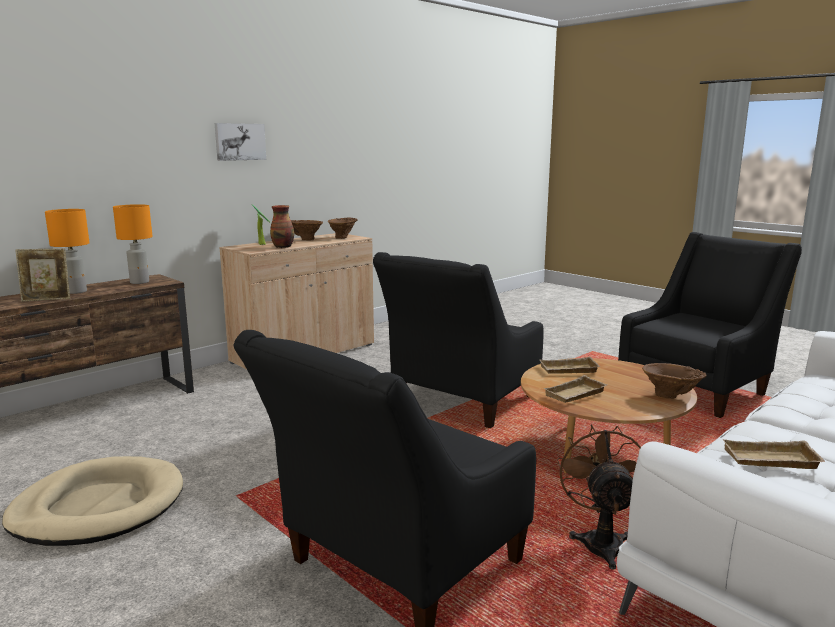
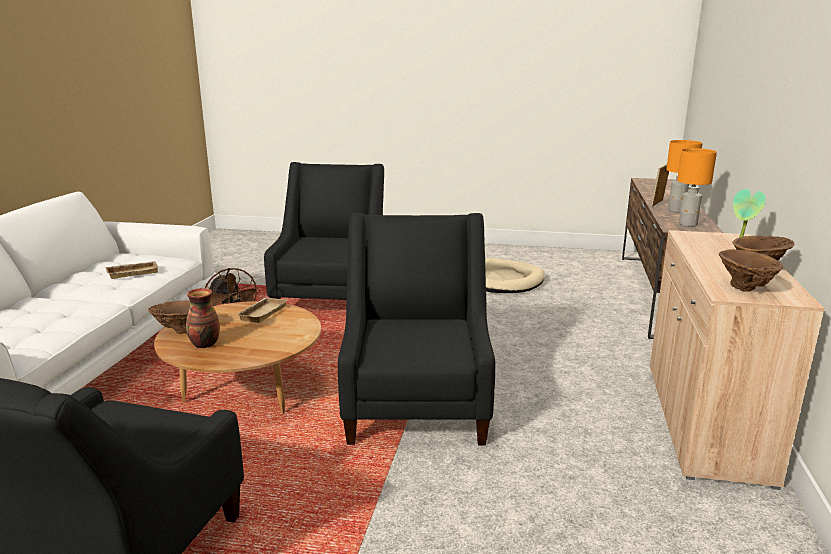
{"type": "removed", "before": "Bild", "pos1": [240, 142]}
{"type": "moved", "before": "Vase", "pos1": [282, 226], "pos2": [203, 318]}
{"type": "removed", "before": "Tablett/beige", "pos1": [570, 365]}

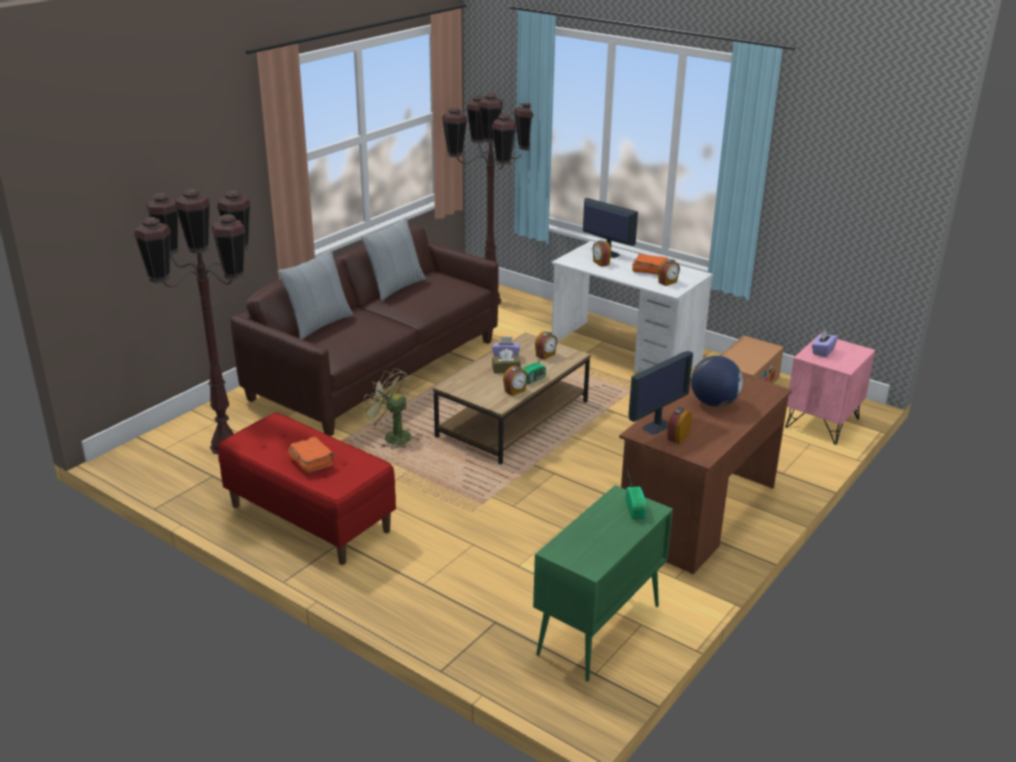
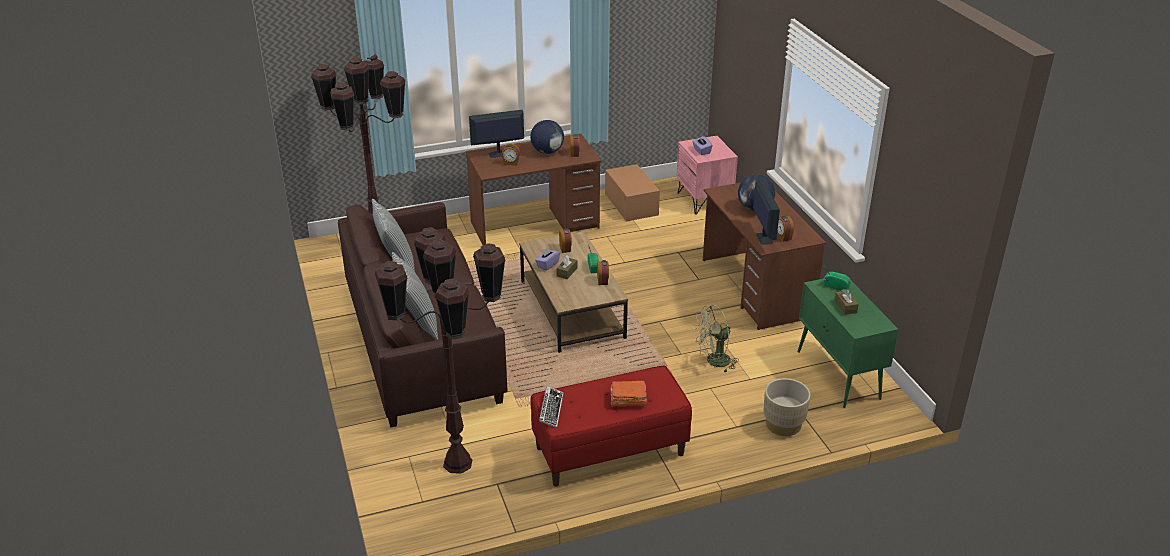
{"type": "moved", "before": "Ventilator/grün", "pos1": [387, 409], "pos2": [716, 338]}
{"type": "recoloured", "before": "Schreibtisch/weiß", "after": "Schreibtisch/braun", "pos1": [632, 306], "pos2": [534, 189]}
{"type": "replaced", "before": "Buch/orange", "after": "Globus", "pos1": [650, 264], "pos2": [547, 137]}
{"type": "added", "after": "Tastatur", "pos2": [551, 407]}
{"type": "added", "after": "Pflanzkübel/beige", "pos2": [787, 407]}
{"type": "added", "after": "Taschentuchbox/braun", "pos2": [847, 302]}

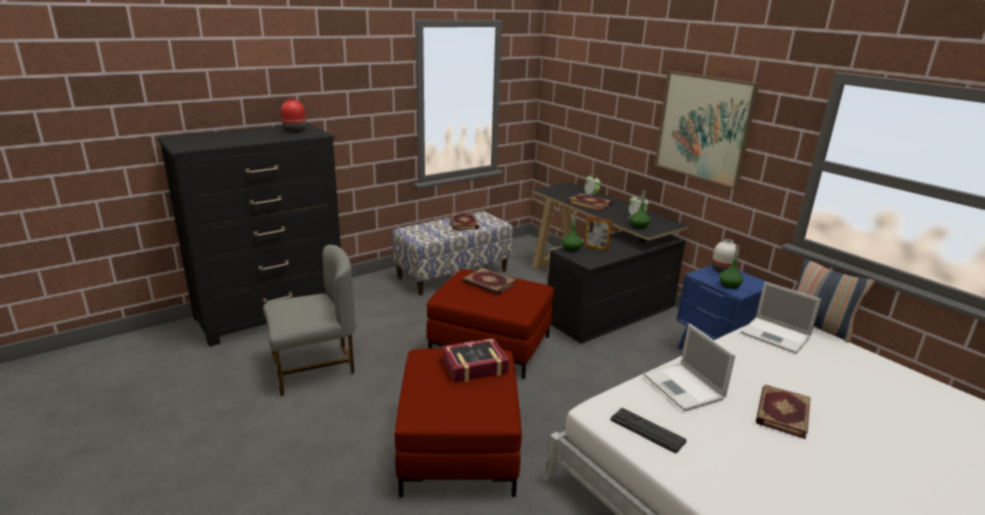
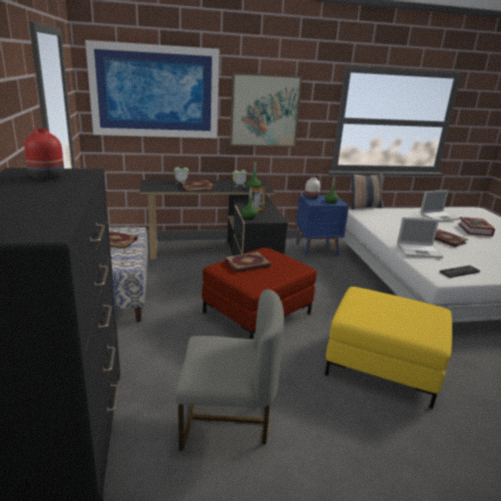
{"type": "turned", "before": "Stuhl/grau", "pos1": [309, 320], "pos2": [229, 370], "turn": 90}
{"type": "recoloured", "before": "Polsterhocker/rot", "after": "Polsterhocker/gelb", "pos1": [458, 422], "pos2": [388, 348]}
{"type": "moved", "before": "Buch", "pos1": [475, 360], "pos2": [476, 226]}
{"type": "moved", "before": "Laptop", "pos1": [780, 318], "pos2": [440, 206]}
{"type": "added", "after": "Bild", "pos2": [152, 89]}

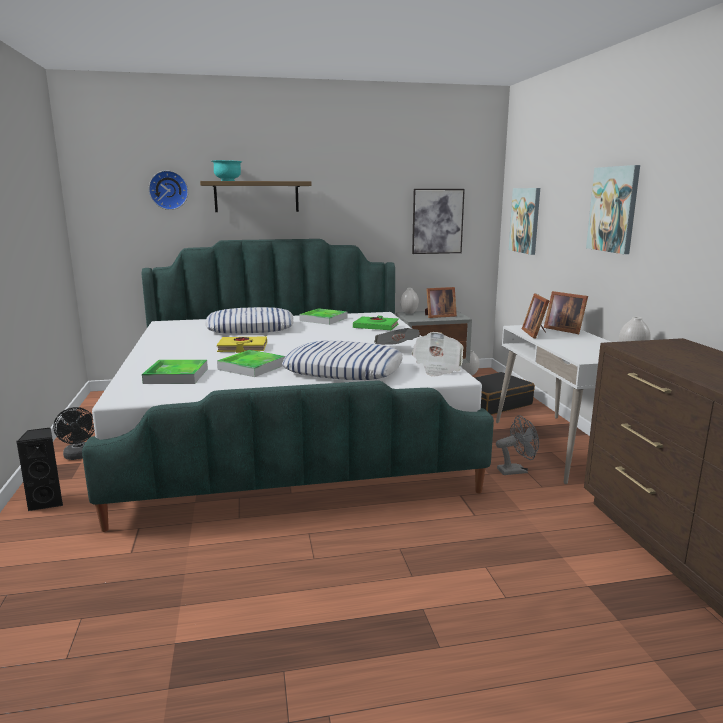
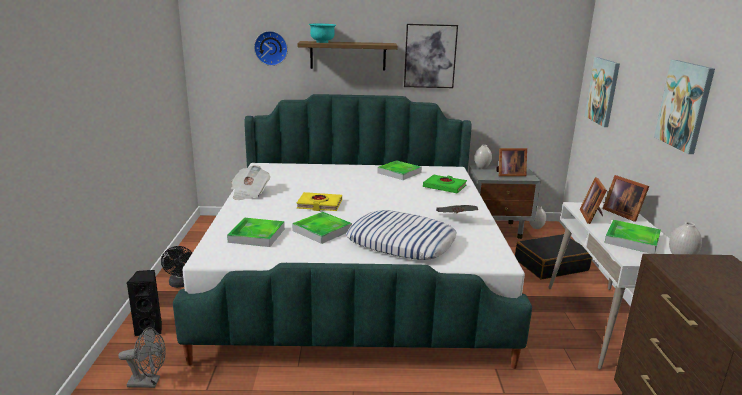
{"type": "removed", "before": "Kissen", "pos1": [249, 320]}
{"type": "moved", "before": "Bild", "pos1": [438, 221], "pos2": [431, 56]}
{"type": "moved", "before": "Zeitung", "pos1": [438, 354], "pos2": [250, 182]}
{"type": "moved", "before": "Ventilator/grau", "pos1": [517, 445], "pos2": [142, 357]}
{"type": "added", "after": "Tablett", "pos2": [632, 237]}

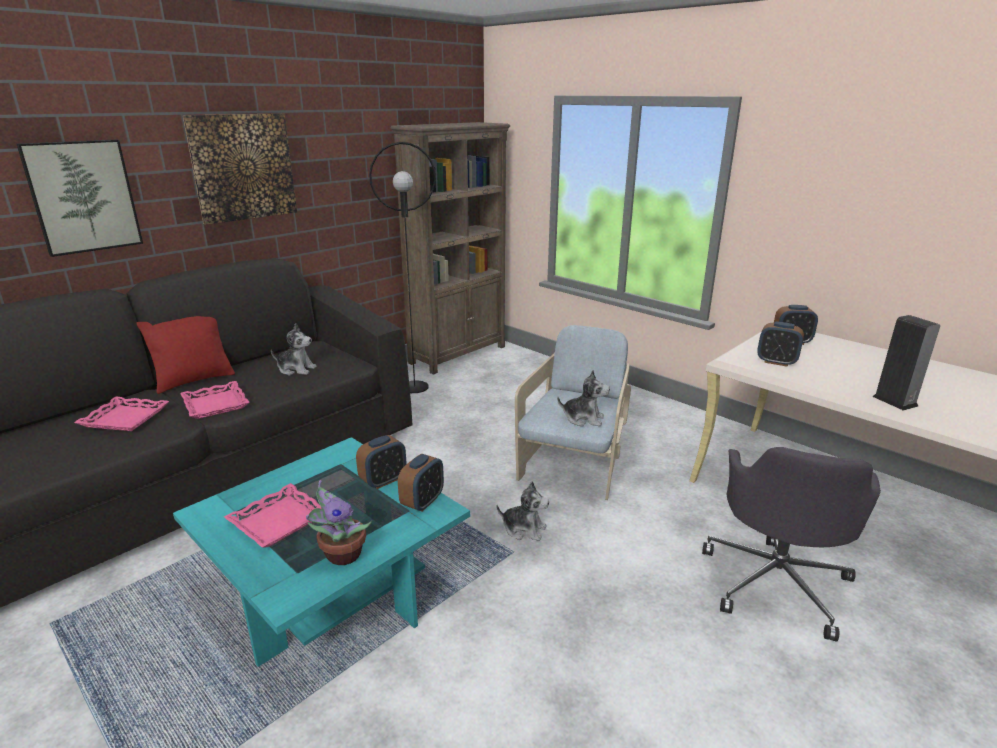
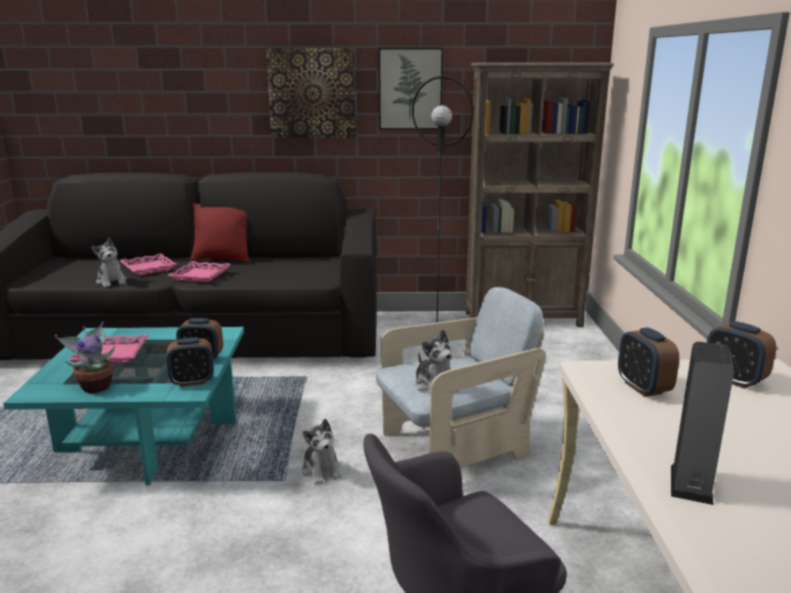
{"type": "moved", "before": "Bild", "pos1": [80, 198], "pos2": [411, 89]}
{"type": "moved", "before": "Plüschtier", "pos1": [294, 349], "pos2": [109, 262]}

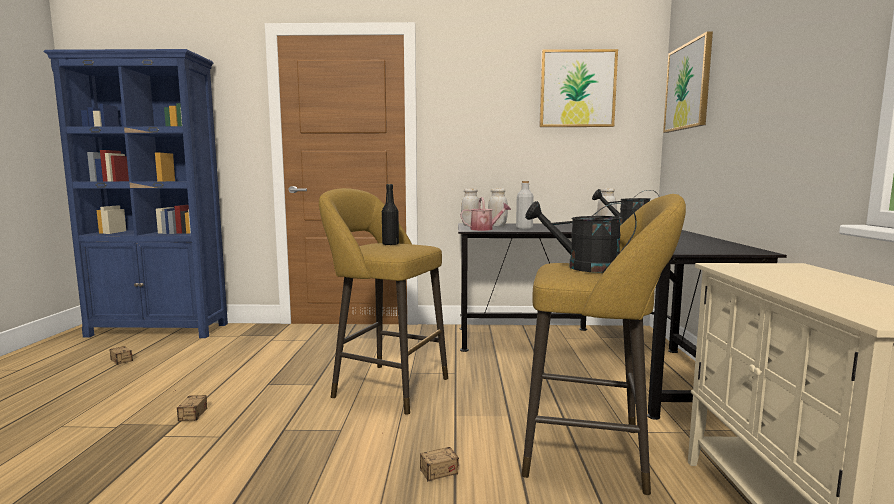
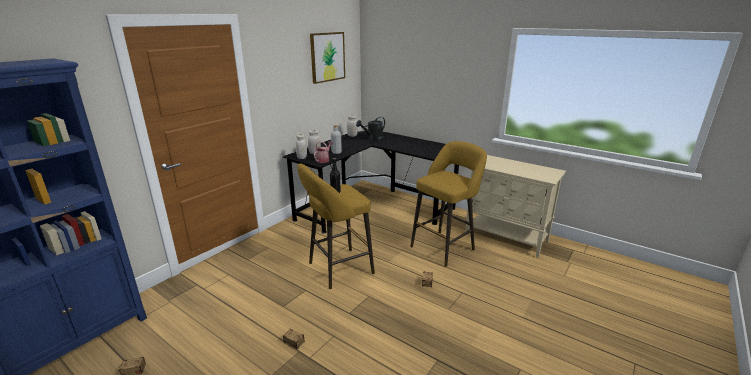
{"type": "removed", "before": "Gießkanne/schwarz", "pos1": [581, 237]}
{"type": "removed", "before": "Bild", "pos1": [688, 82]}

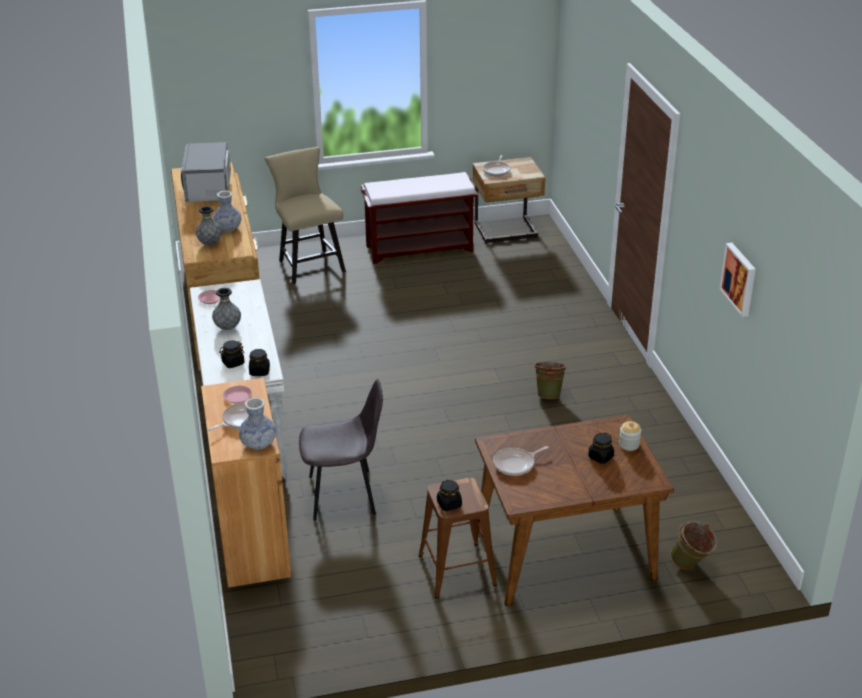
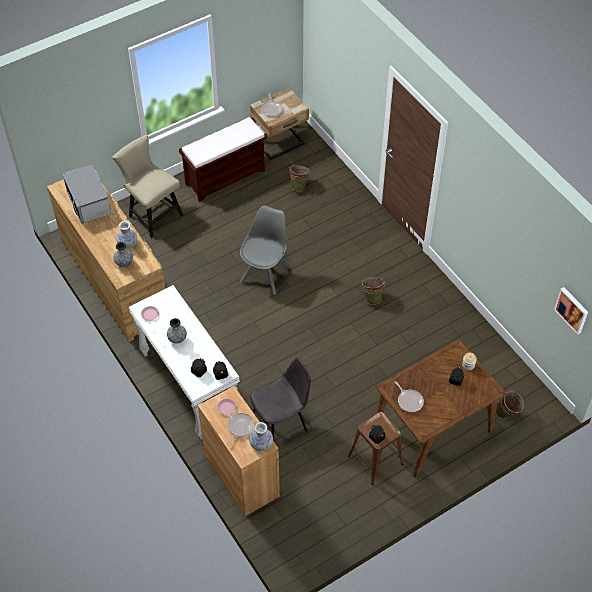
{"type": "turned", "before": "Pfanne", "pos1": [521, 461], "pos2": [409, 396], "turn": -75}
{"type": "moved", "before": "Bild", "pos1": [737, 280], "pos2": [571, 311]}
{"type": "added", "after": "Stuhl/grau", "pos2": [265, 250]}
{"type": "added", "after": "Eimer/grün", "pos2": [300, 178]}

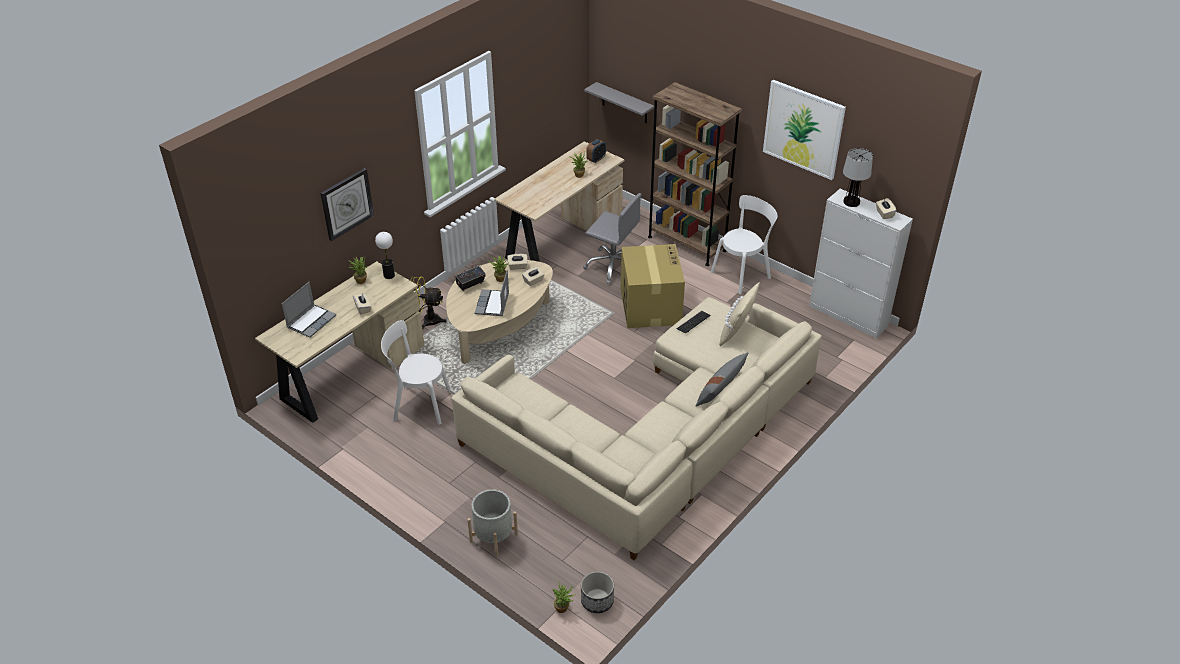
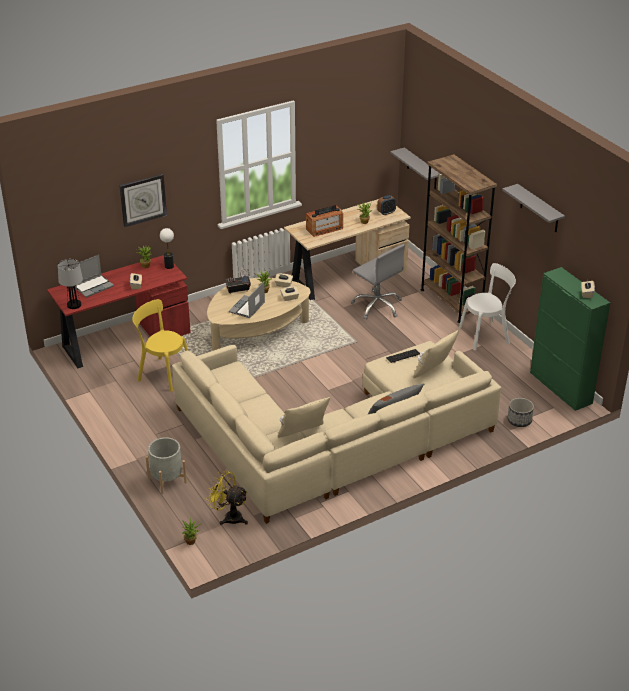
{"type": "recoloured", "before": "Schreibtisch/beige", "after": "Schreibtisch/rot", "pos1": [339, 342], "pos2": [119, 311]}
{"type": "recoloured", "before": "Stuhl/weiß", "after": "Stuhl/gelb", "pos1": [415, 372], "pos2": [160, 345]}
{"type": "moved", "before": "Ventilator/gelb", "pos1": [429, 302], "pos2": [228, 498]}
{"type": "moved", "before": "Pflanzkübel", "pos1": [597, 592], "pos2": [521, 412]}
{"type": "removed", "before": "Karton", "pos1": [653, 286]}
{"type": "replaced", "before": "Bild", "after": "Wandregal/grau", "pos1": [804, 130], "pos2": [533, 208]}
{"type": "recoloured", "before": "Schrank/weiß", "after": "Schrank/grün", "pos1": [861, 263], "pos2": [570, 339]}
{"type": "moved", "before": "Tischlampe", "pos1": [858, 177], "pos2": [70, 284]}
{"type": "added", "after": "Kissen/beige", "pos2": [304, 417]}
{"type": "added", "after": "Radio", "pos2": [324, 221]}

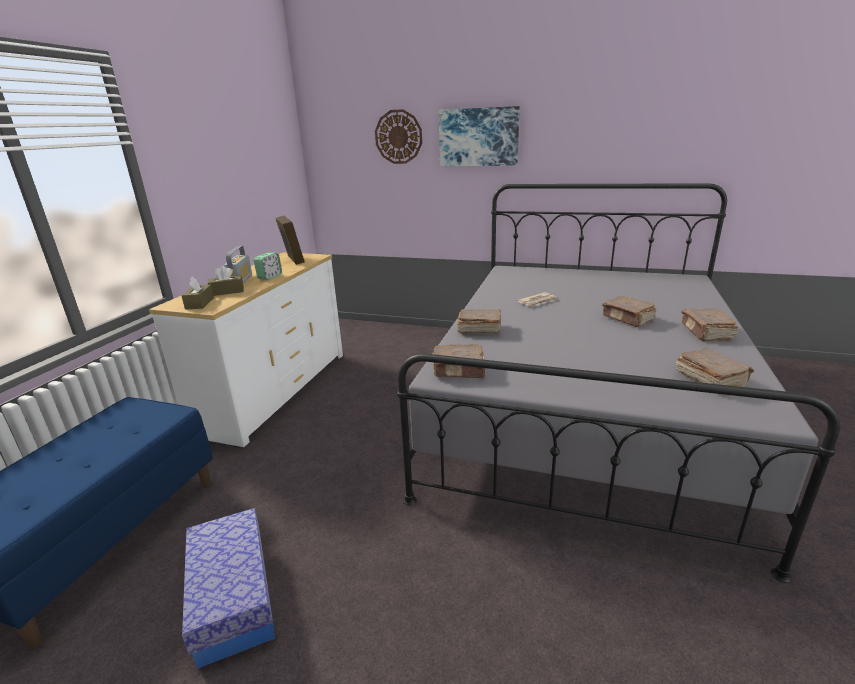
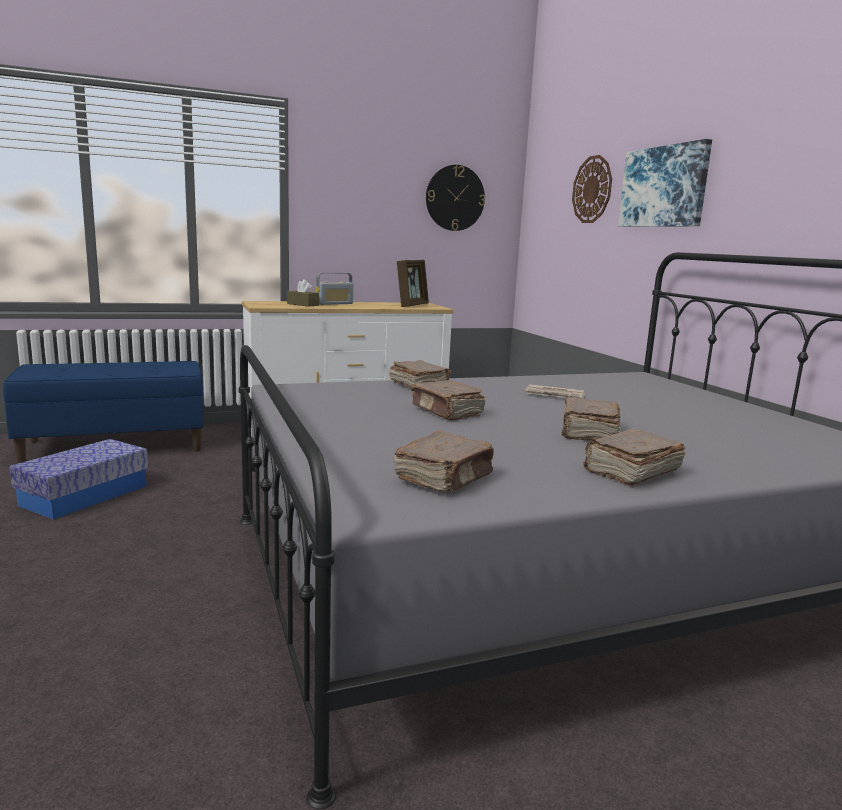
{"type": "removed", "before": "Taschentuchbox/braun", "pos1": [198, 293]}
{"type": "removed", "before": "Wecker", "pos1": [268, 266]}
{"type": "moved", "before": "Buch/braun", "pos1": [459, 361], "pos2": [447, 400]}
{"type": "added", "after": "Wanduhr", "pos2": [455, 198]}

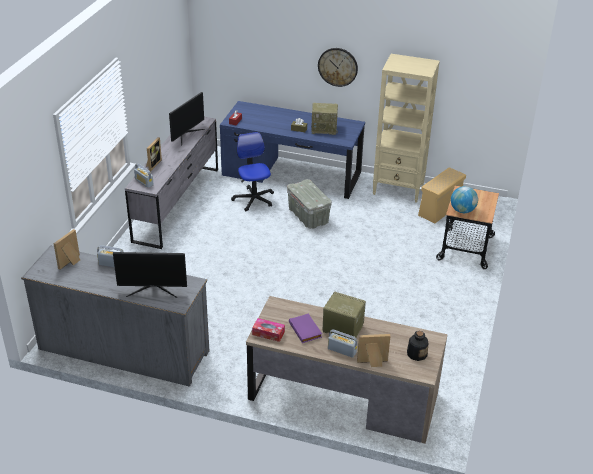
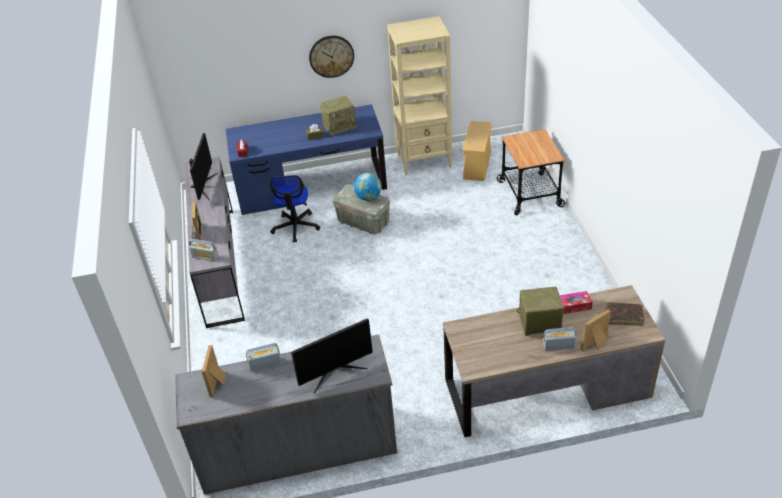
{"type": "turned", "before": "Bürostuhl", "pos1": [252, 171], "pos2": [295, 209], "turn": -135}
{"type": "moved", "before": "Taschentuchbox", "pos1": [268, 330], "pos2": [576, 302]}
{"type": "removed", "before": "Buch/lila", "pos1": [305, 328]}
{"type": "replaced", "before": "Flasche", "after": "Buch/braun", "pos1": [417, 346], "pos2": [625, 314]}
{"type": "moved", "before": "Globus", "pos1": [464, 199], "pos2": [368, 187]}

